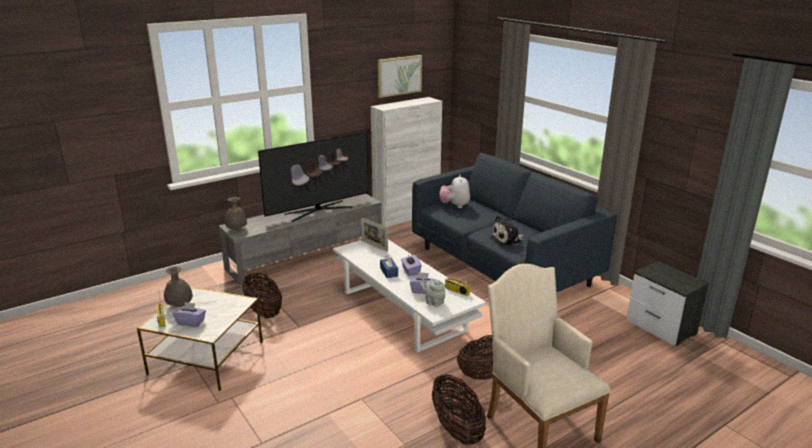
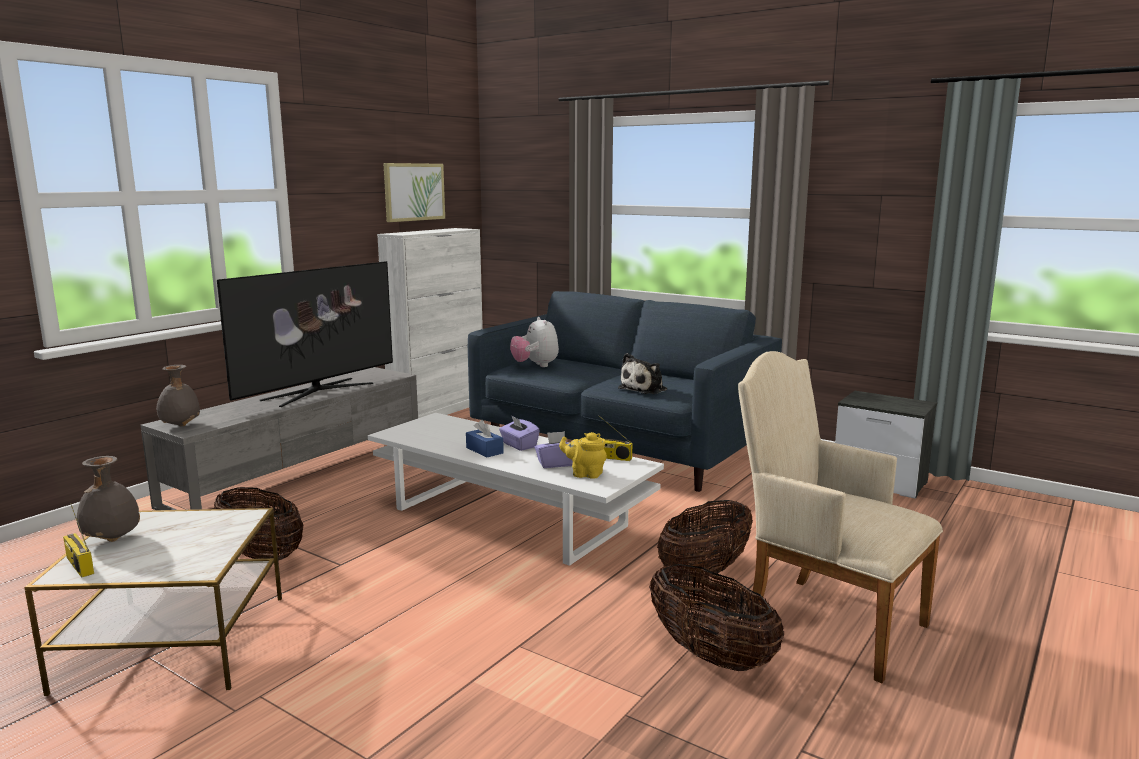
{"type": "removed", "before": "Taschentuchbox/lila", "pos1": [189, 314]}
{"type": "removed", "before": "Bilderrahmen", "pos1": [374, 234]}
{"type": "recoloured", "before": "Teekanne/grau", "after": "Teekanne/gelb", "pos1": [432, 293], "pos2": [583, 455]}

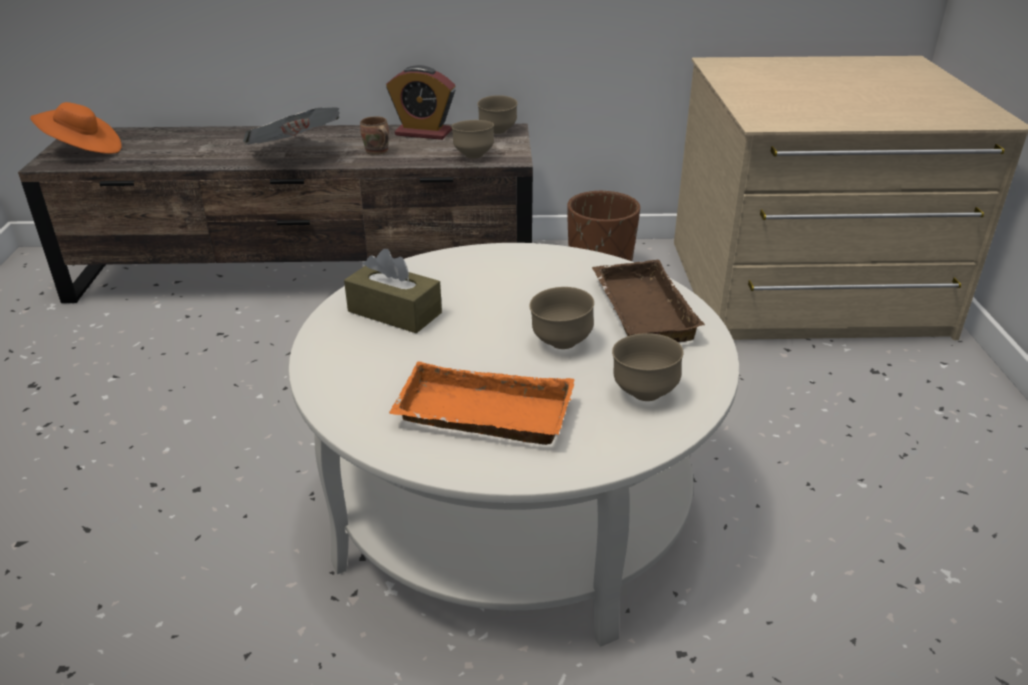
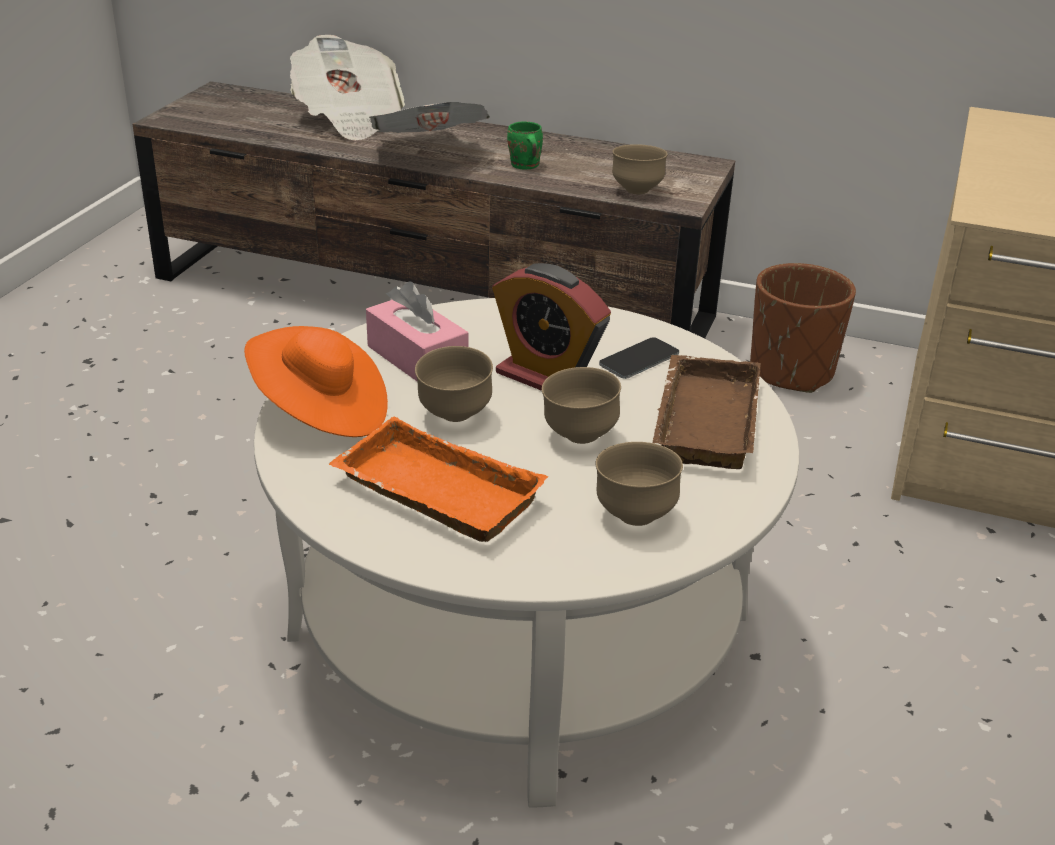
{"type": "moved", "before": "Hut/orange", "pos1": [76, 128], "pos2": [316, 381]}
{"type": "recoloured", "before": "Taschentuchbox/braun", "after": "Taschentuchbox/rosa", "pos1": [393, 291], "pos2": [417, 331]}
{"type": "recoloured", "before": "Henkelbecher/braun", "after": "Henkelbecher/grün", "pos1": [374, 135], "pos2": [525, 145]}
{"type": "moved", "before": "Wecker", "pos1": [421, 102], "pos2": [551, 327]}
{"type": "moved", "before": "Schüssel/braun", "pos1": [497, 114], "pos2": [454, 384]}
{"type": "added", "after": "Zeitung", "pos2": [347, 88]}
{"type": "added", "after": "Handy", "pos2": [639, 358]}

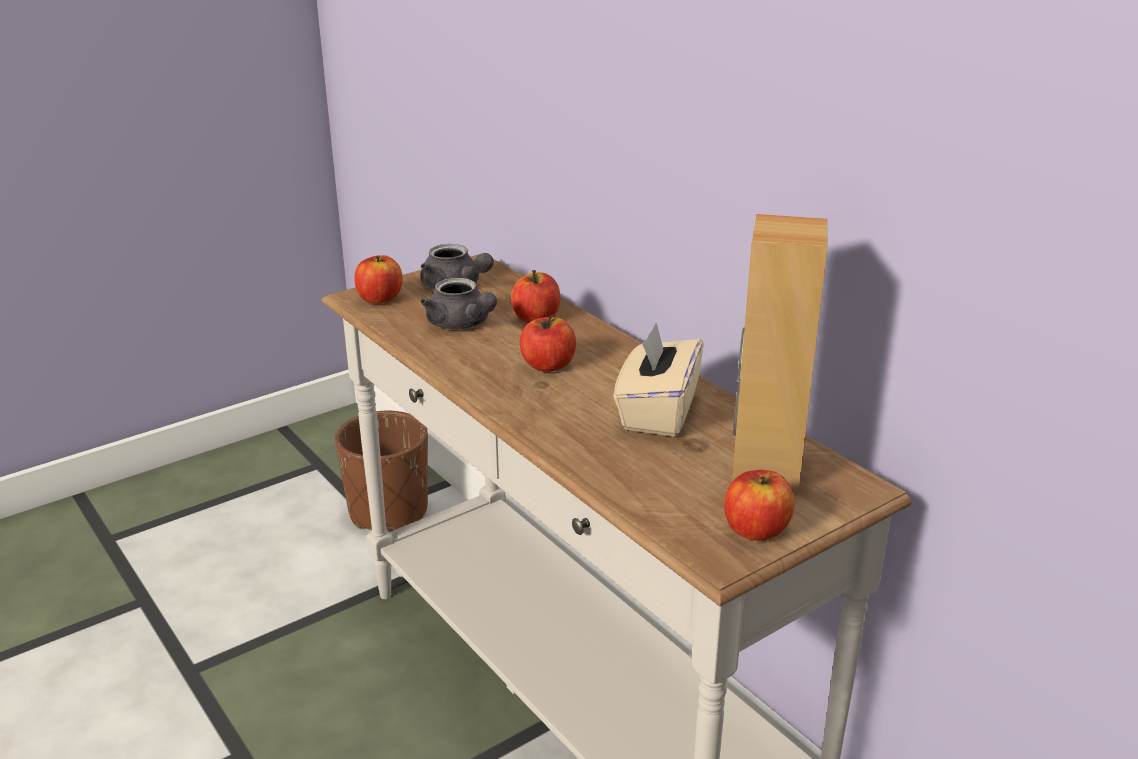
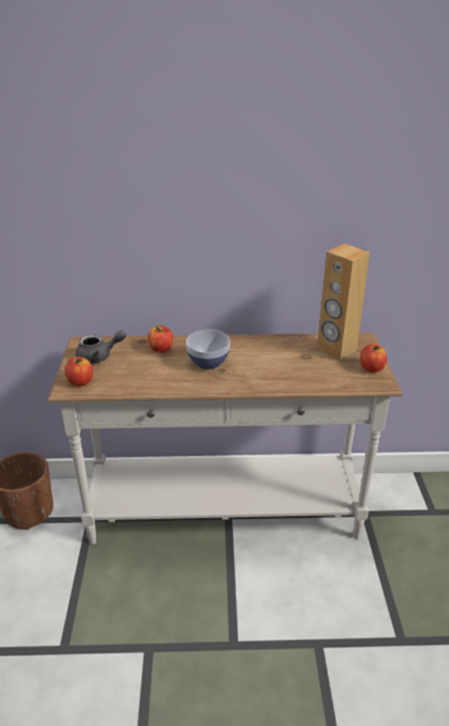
{"type": "removed", "before": "Teekanne/grau", "pos1": [459, 303]}
{"type": "replaced", "before": "Apfel", "after": "Schüssel", "pos1": [548, 343], "pos2": [208, 349]}
{"type": "removed", "before": "Taschentuchbox/beige", "pos1": [659, 380]}

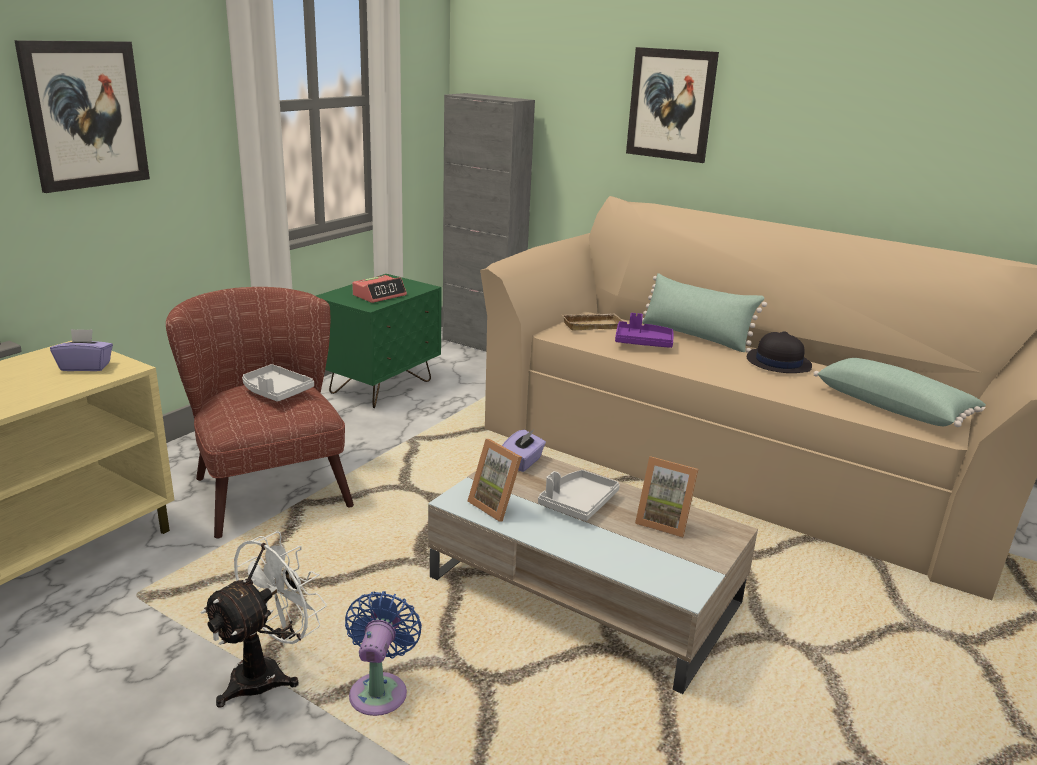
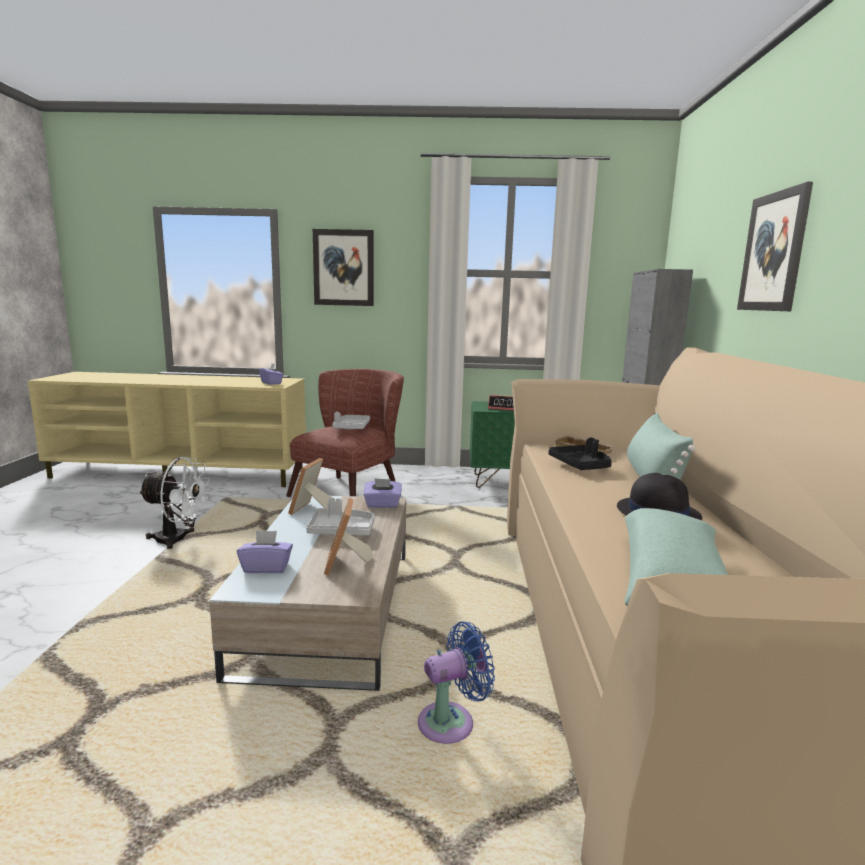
{"type": "moved", "before": "Ventilator/blau", "pos1": [383, 653], "pos2": [456, 682]}
{"type": "recoloured", "before": "Tablett/lila", "after": "Tablett/schwarz", "pos1": [644, 330], "pos2": [580, 454]}
{"type": "added", "after": "Taschentuchbox/lila", "pos2": [265, 551]}

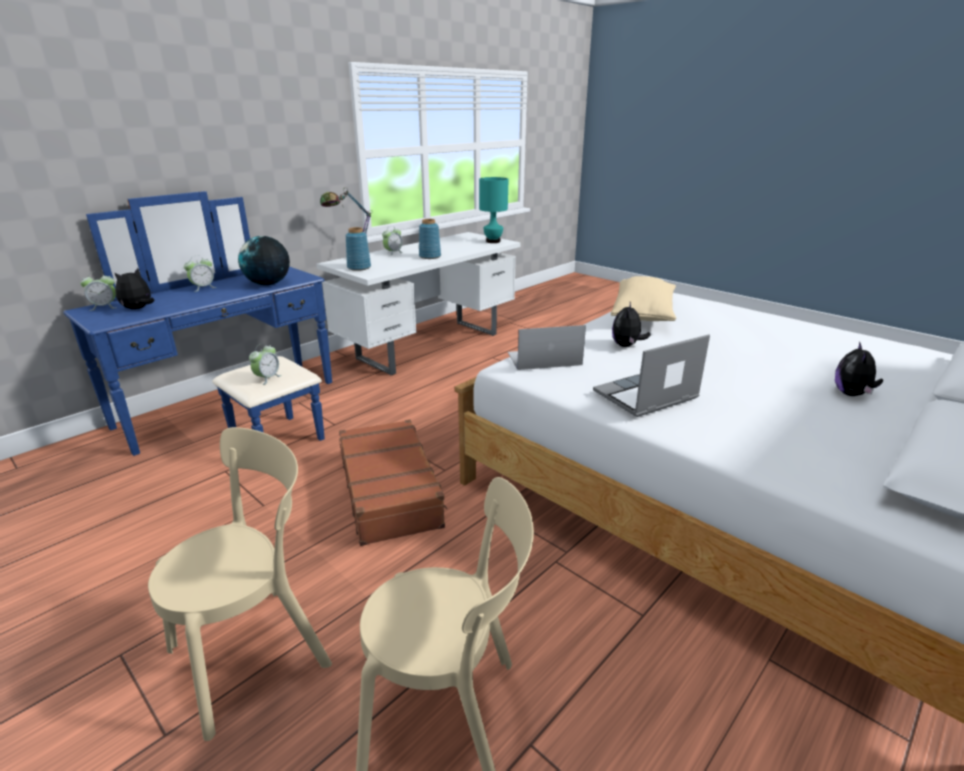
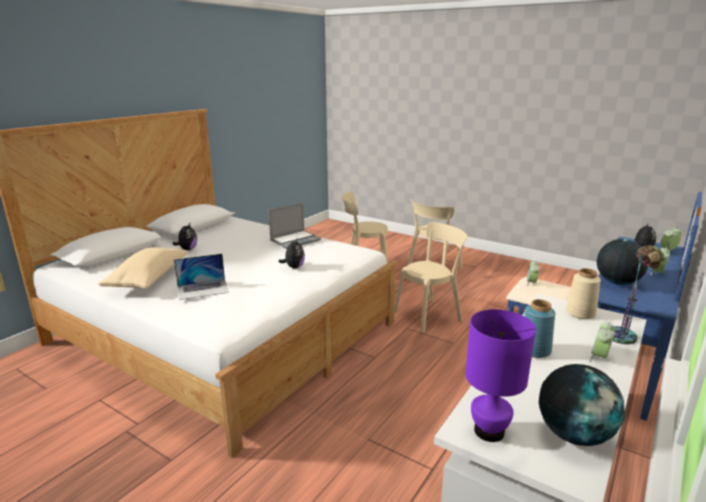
{"type": "replaced", "before": "Koffer/braun", "after": "Stuhl/beige", "pos1": [393, 482], "pos2": [431, 277]}
{"type": "recoloured", "before": "Vase/blau", "after": "Vase/beige", "pos1": [358, 249], "pos2": [583, 293]}
{"type": "recoloured", "before": "Tischlampe/türkis", "after": "Tischlampe/lila", "pos1": [493, 210], "pos2": [500, 375]}
{"type": "moved", "before": "Laptop", "pos1": [547, 347], "pos2": [201, 277]}
{"type": "moved", "before": "Kissen/beige", "pos1": [643, 298], "pos2": [143, 268]}
{"type": "added", "after": "Globus", "pos2": [582, 405]}

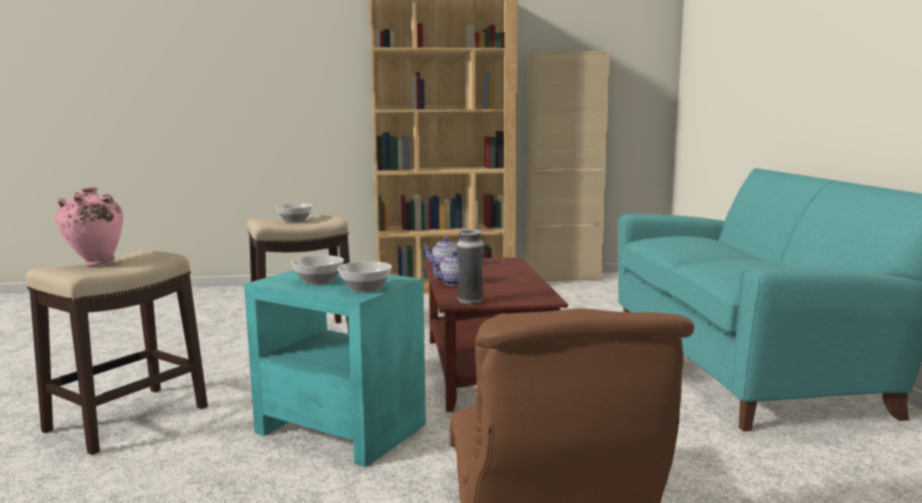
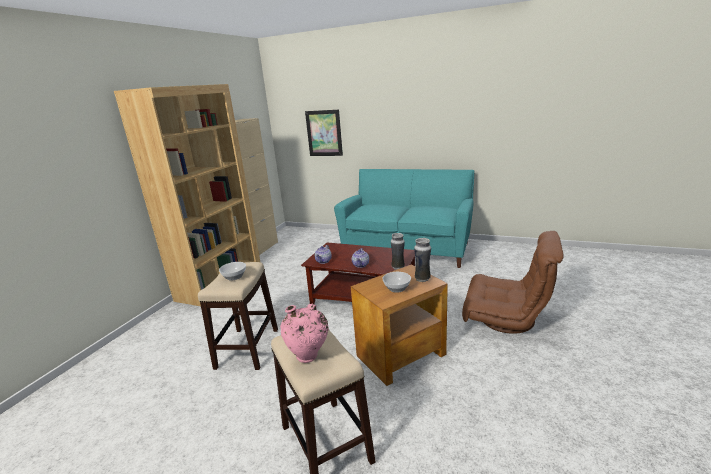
{"type": "recoloured", "before": "Beistelltisch/türkis", "after": "Beistelltisch/braun", "pos1": [335, 368], "pos2": [399, 325]}
{"type": "replaced", "before": "Schüssel", "after": "Vase", "pos1": [365, 277], "pos2": [422, 260]}
{"type": "added", "after": "Bild", "pos2": [324, 133]}

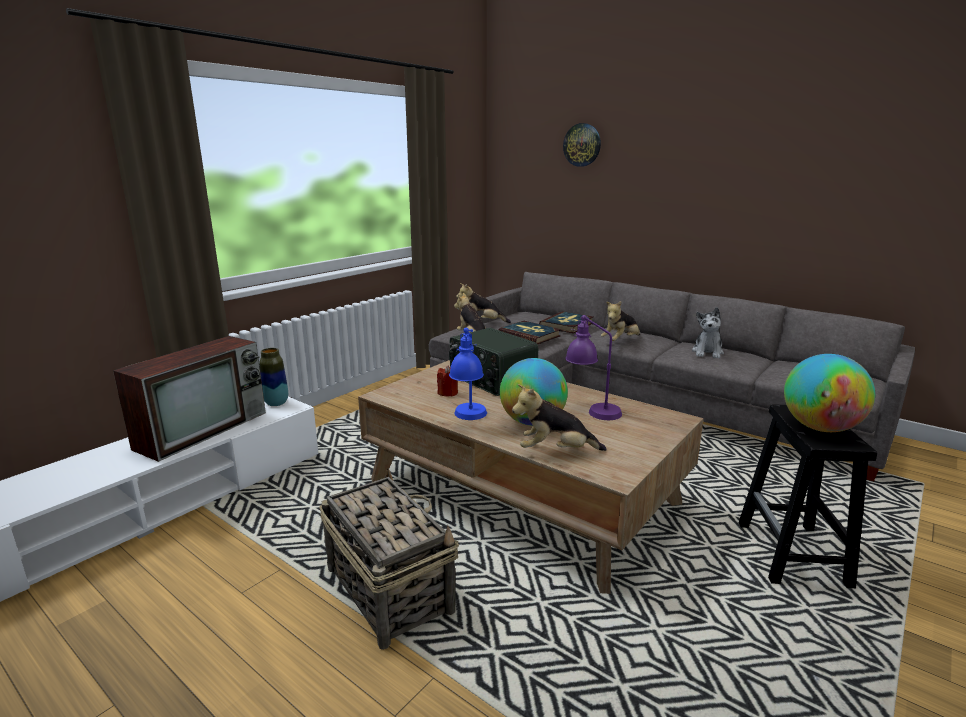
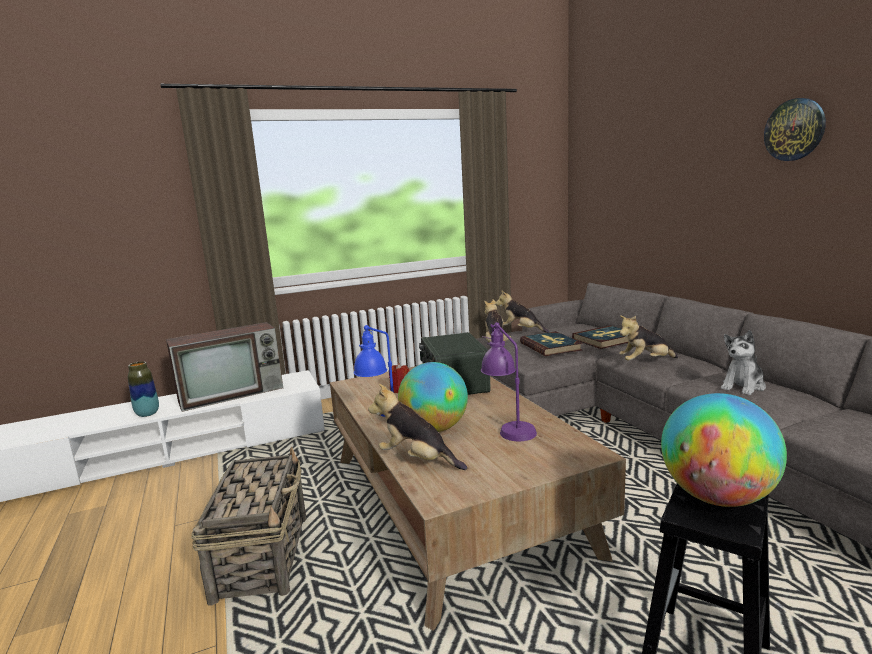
{"type": "moved", "before": "Vase", "pos1": [273, 377], "pos2": [143, 389]}
{"type": "moved", "before": "Wanduhr", "pos1": [582, 145], "pos2": [795, 129]}

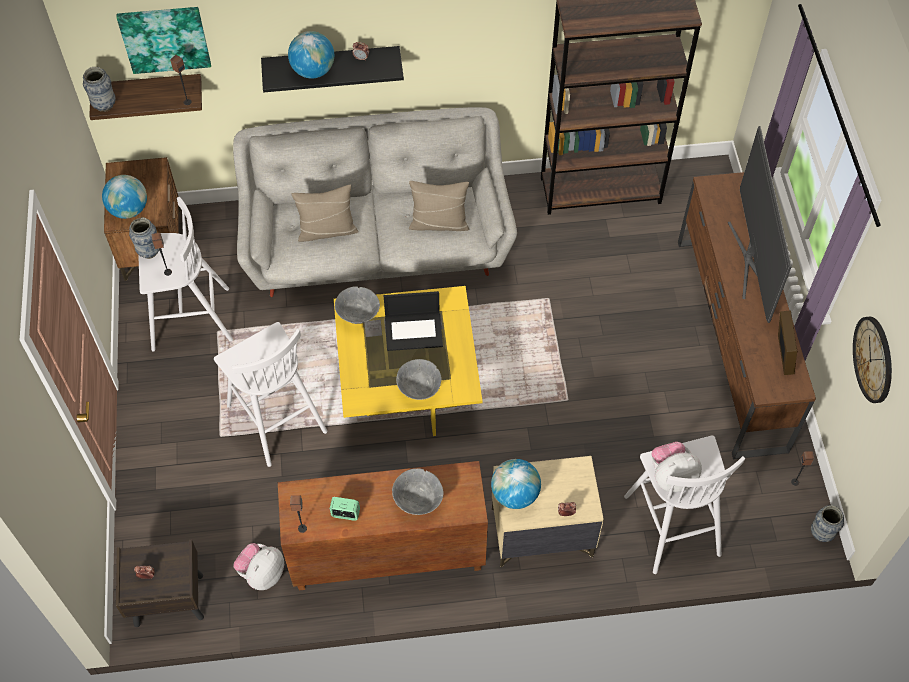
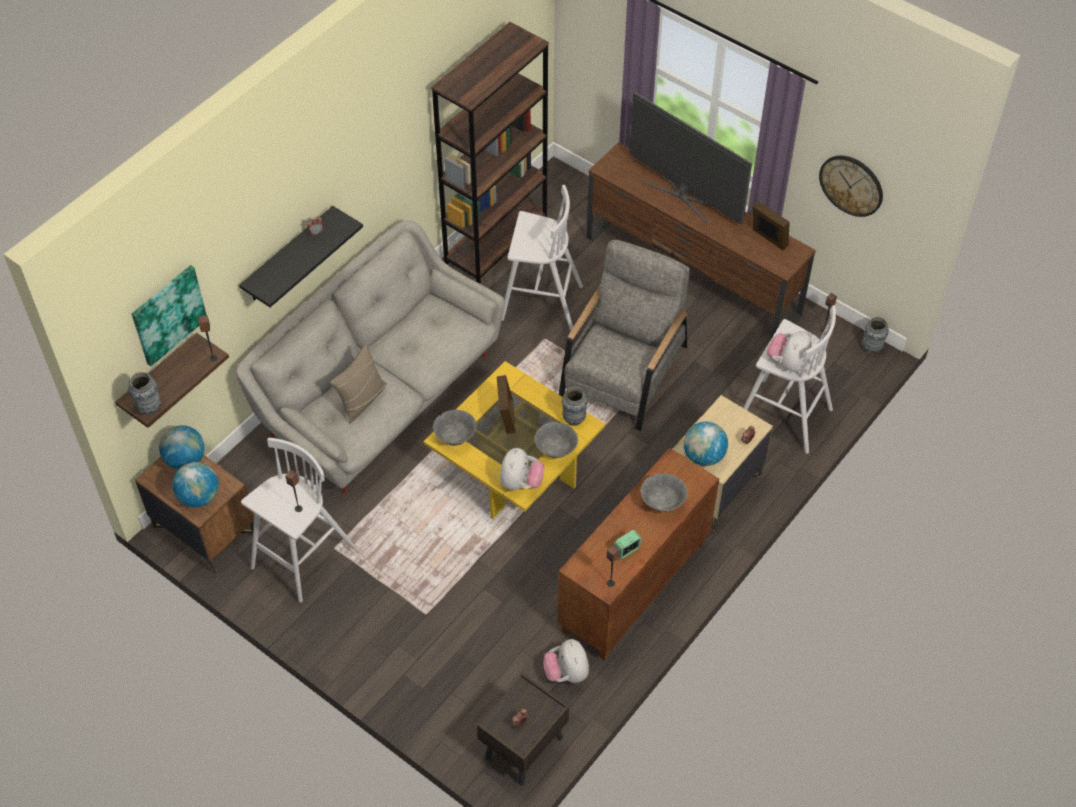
{"type": "moved", "before": "Vase", "pos1": [144, 238], "pos2": [575, 406]}
{"type": "moved", "before": "Hocker/weiß", "pos1": [270, 394], "pos2": [542, 257]}
{"type": "moved", "before": "Globus", "pos1": [311, 55], "pos2": [182, 447]}
{"type": "replaced", "before": "Laptop", "after": "Bilderrahmen", "pos1": [413, 321], "pos2": [506, 404]}
{"type": "removed", "before": "Kissen/beige", "pos1": [439, 206]}
{"type": "added", "after": "Plüschtier", "pos2": [522, 469]}
{"type": "added", "after": "Sessel/grau", "pos2": [624, 335]}

